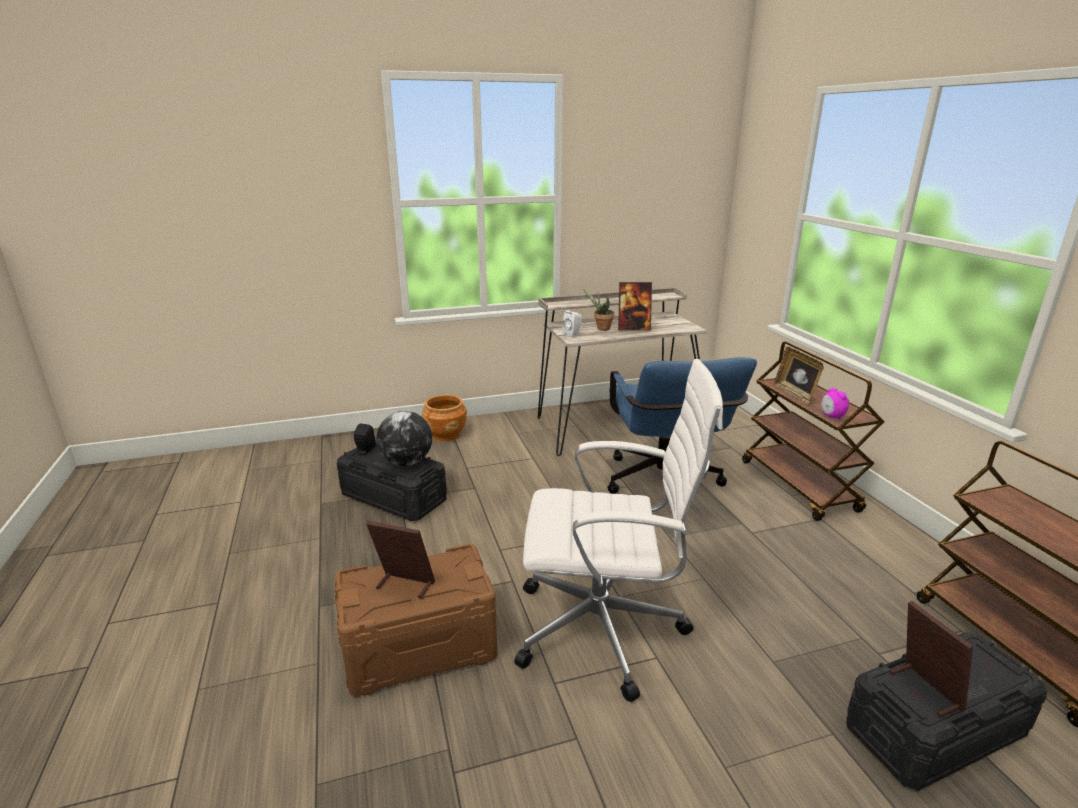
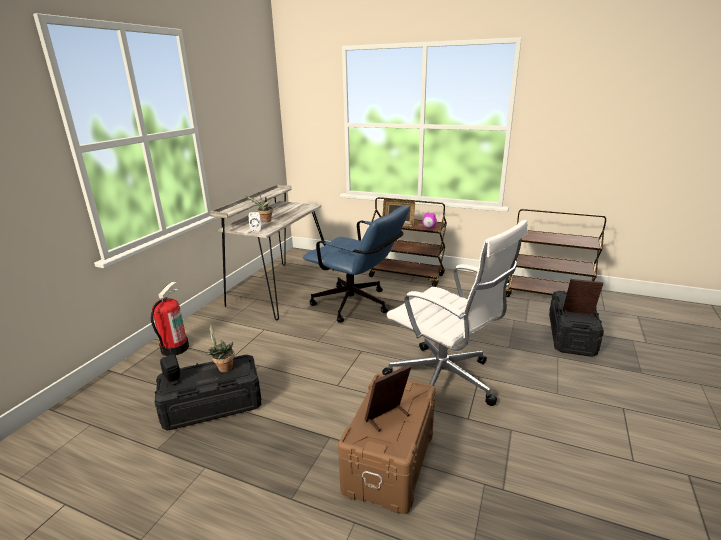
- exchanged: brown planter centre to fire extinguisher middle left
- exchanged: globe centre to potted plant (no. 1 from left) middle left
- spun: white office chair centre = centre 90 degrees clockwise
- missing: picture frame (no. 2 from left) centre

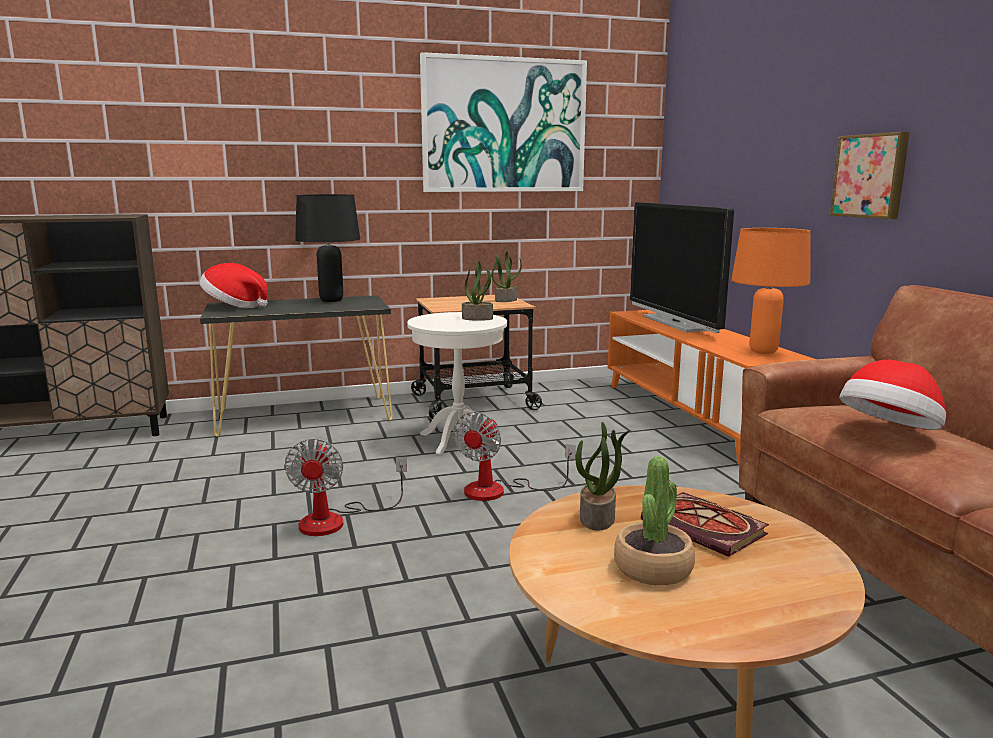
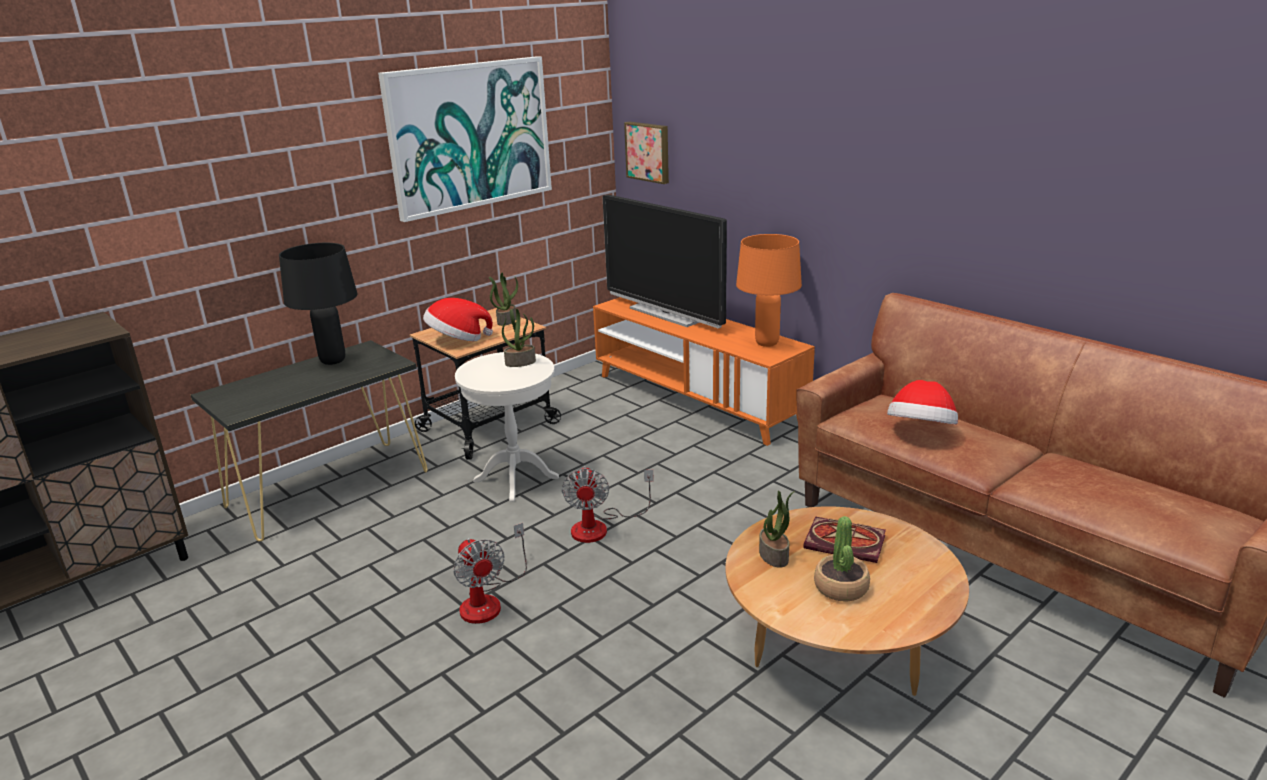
- relocated: hat (no. 1 from left) middle left to centre
- relocated: picture (no. 2 from left) top right to top centre

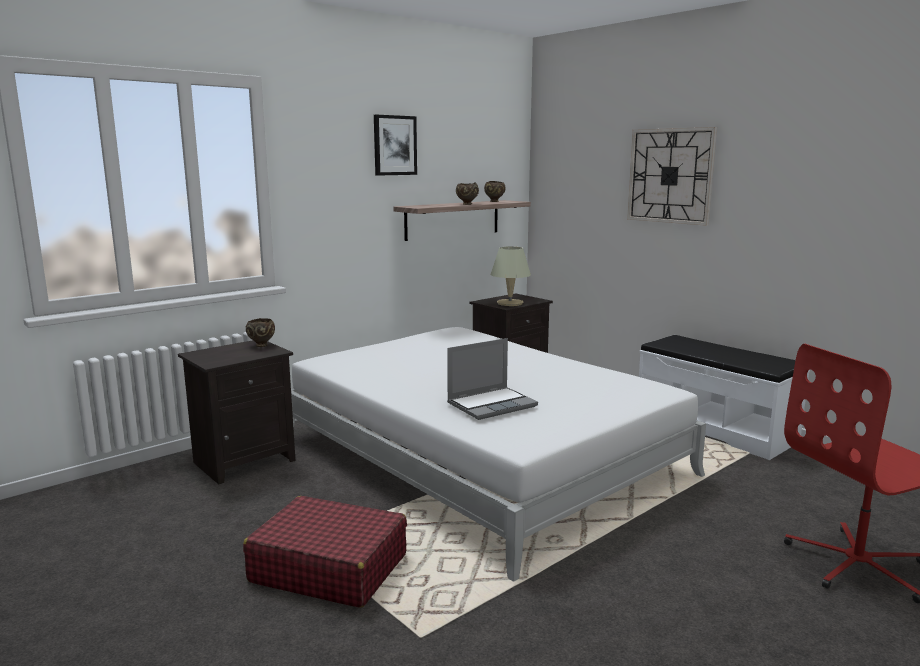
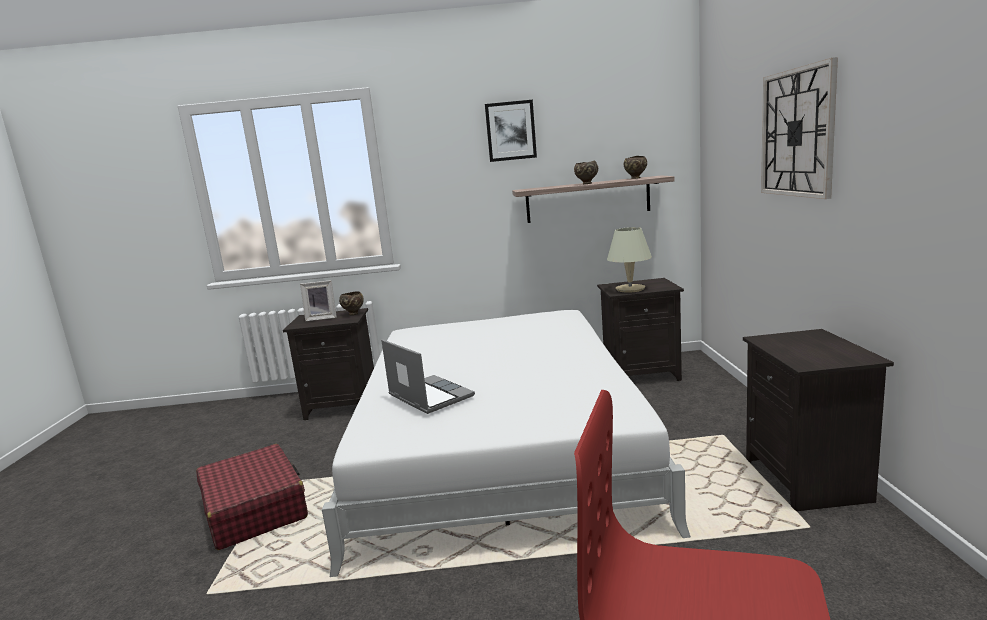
- appeared: picture frame middle left
- spun: laptop centre = centre 135 degrees counterclockwise
- exchanged: white bench middle right to black nightstand (no. 3 from left) bottom right

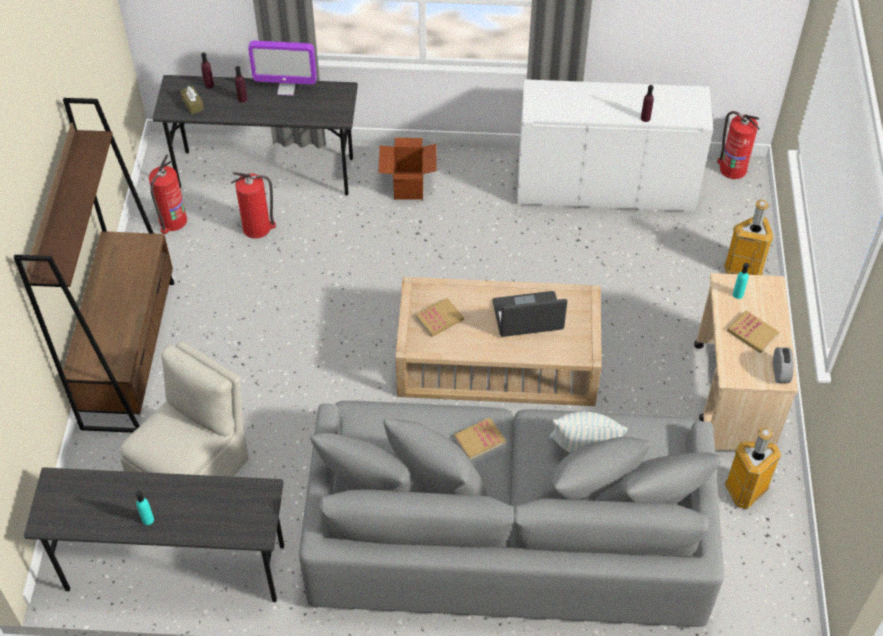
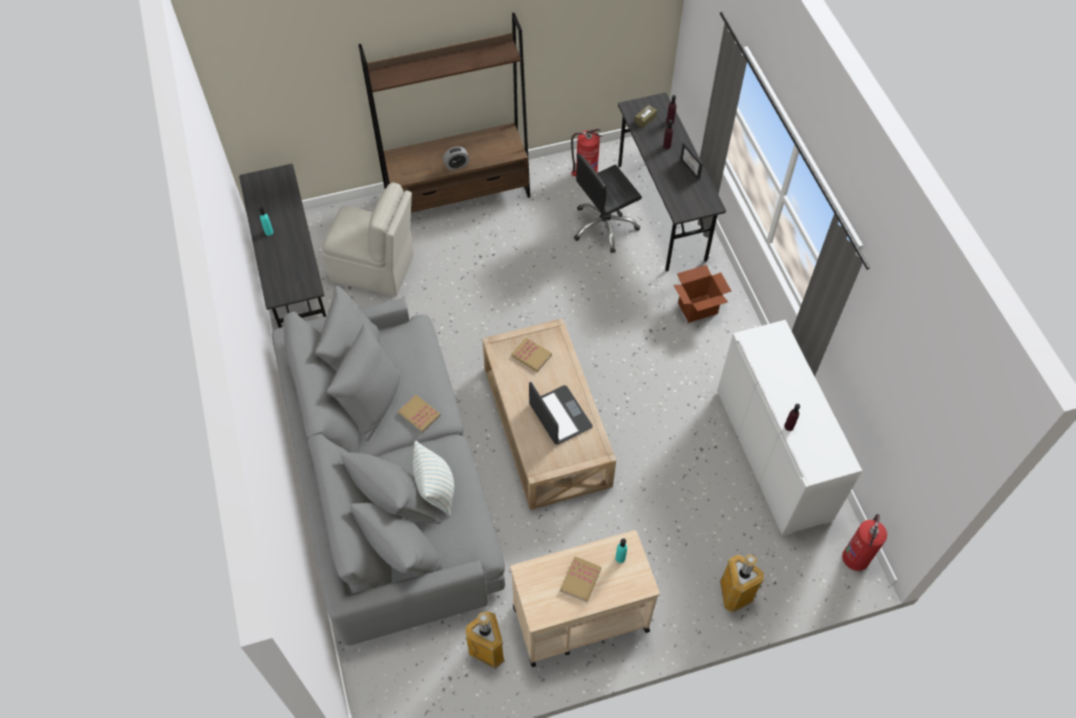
- relocated: alarm clock middle right to top centre
- exchanged: fire extinguisher (no. 2 from left) top left to black office chair top centre
- exchanged: monitor top left to picture frame top centre

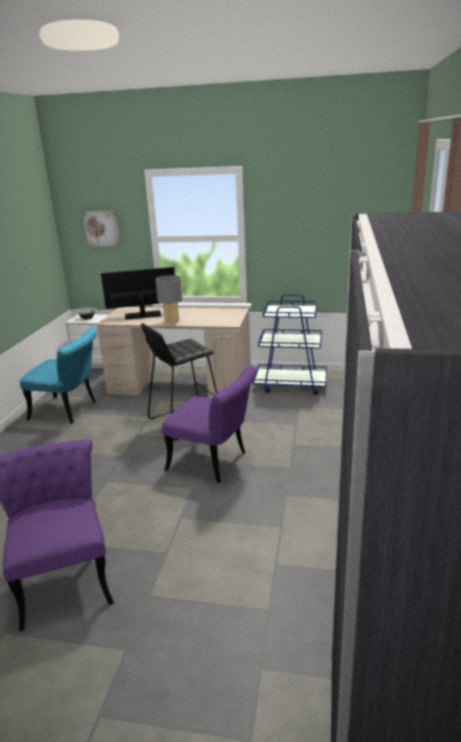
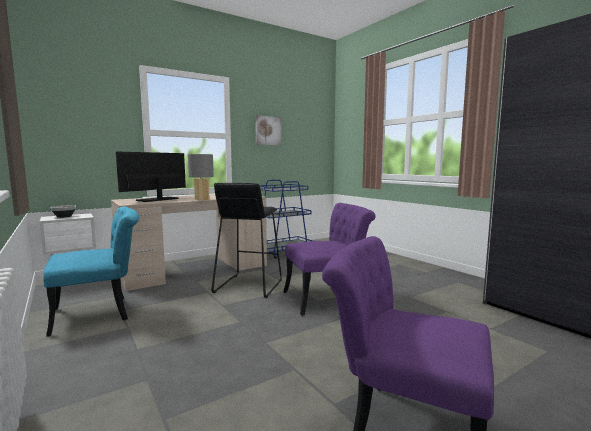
- relocated: picture top left to top centre

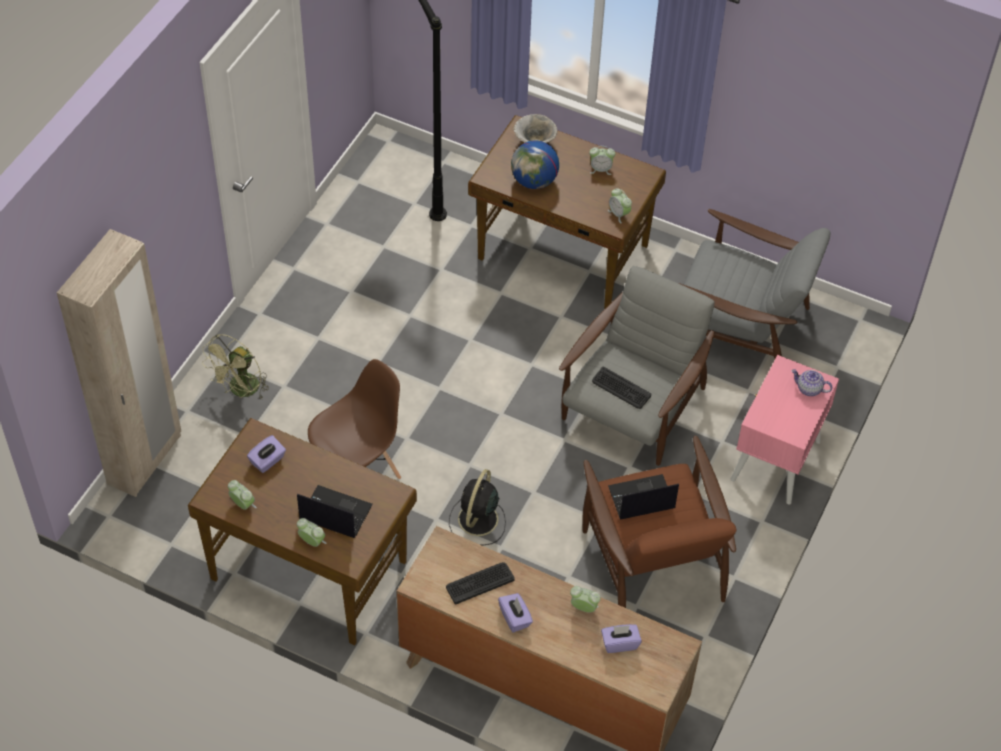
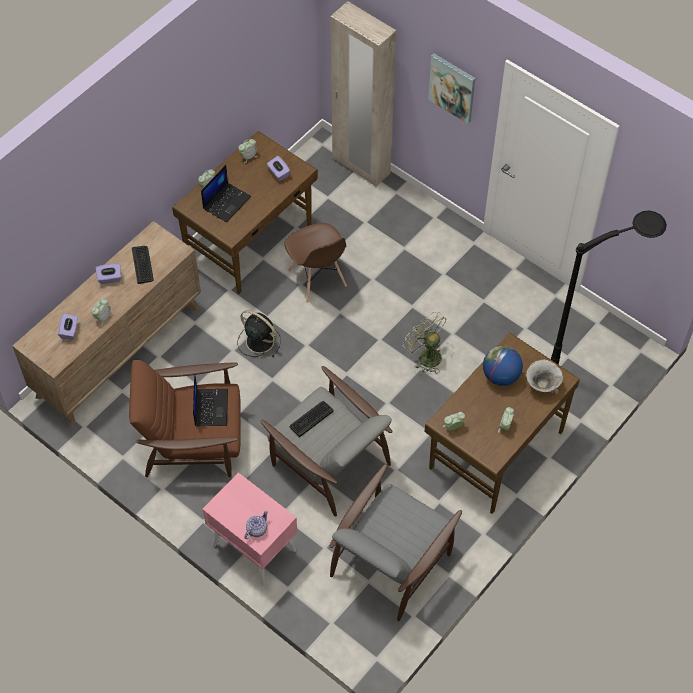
- relocated: green fan middle left to centre
- appeared: picture top centre

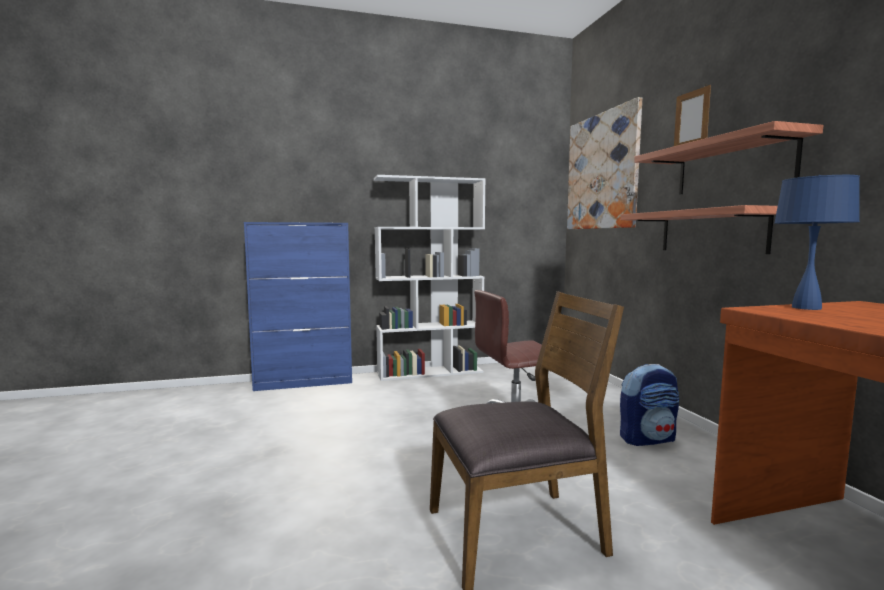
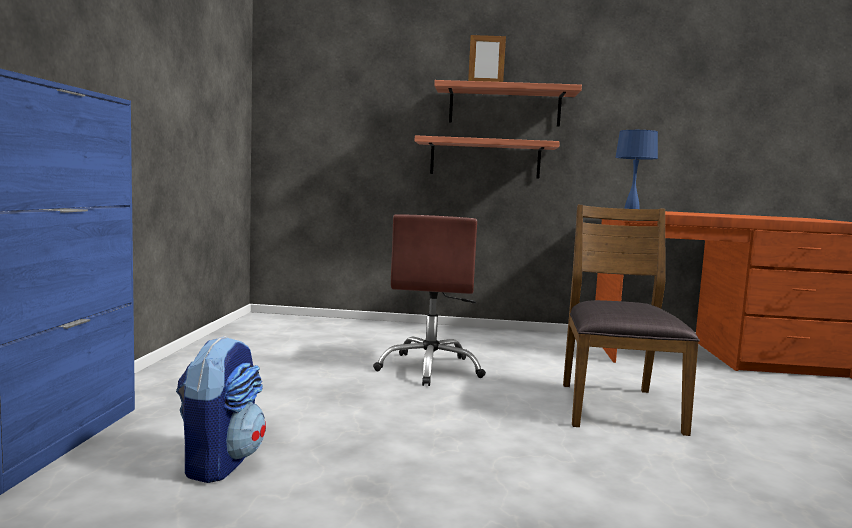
- relocated: backpack bottom right to bottom left
- missing: white bookcase centre
- missing: picture top right

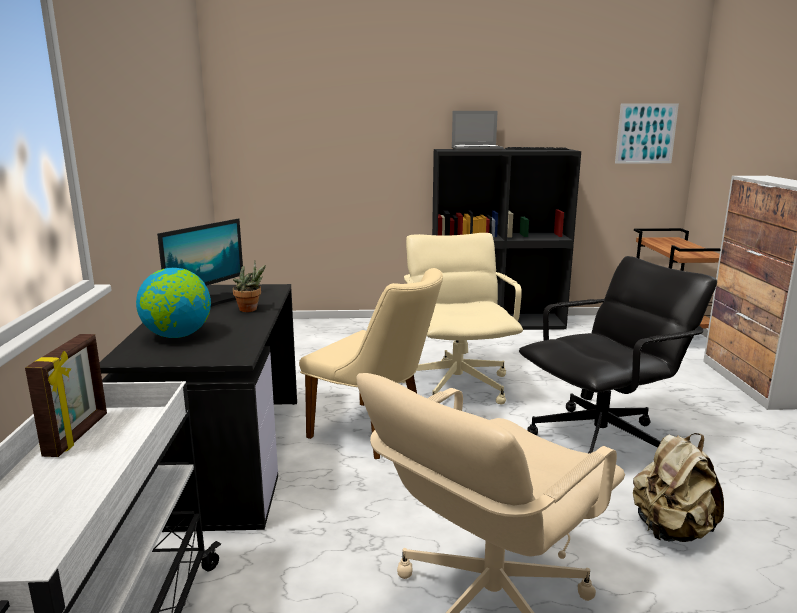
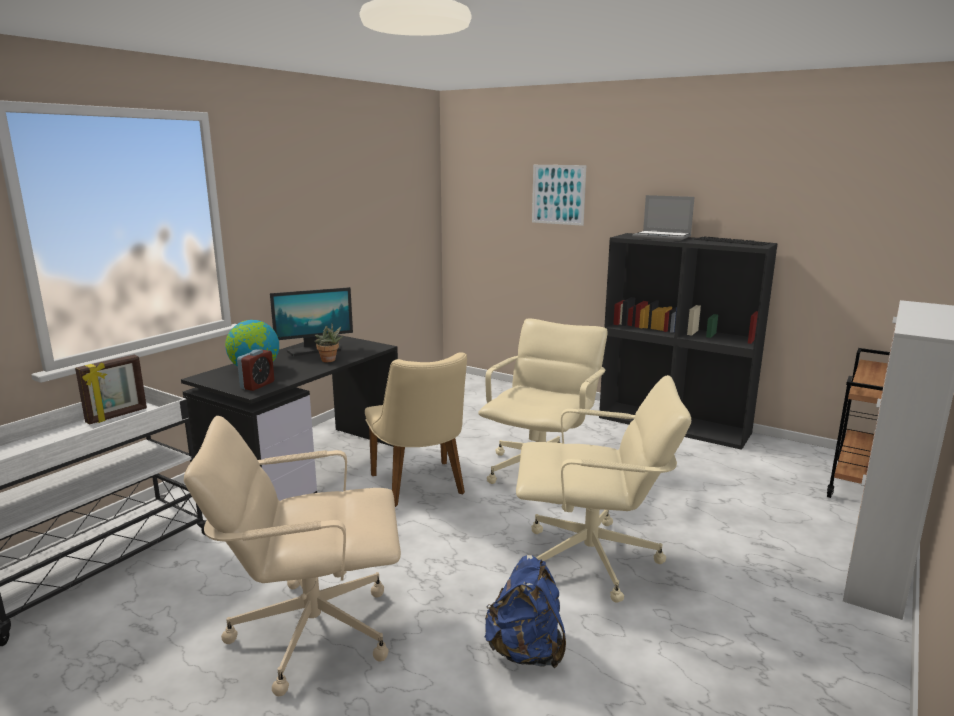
- appeared: alarm clock middle left
- colour: beige backpack bottom right to blue backpack bottom centre
- colour: black office chair middle right to beige office chair (no. 3 from left) bottom centre
- relocated: picture top right to top centre

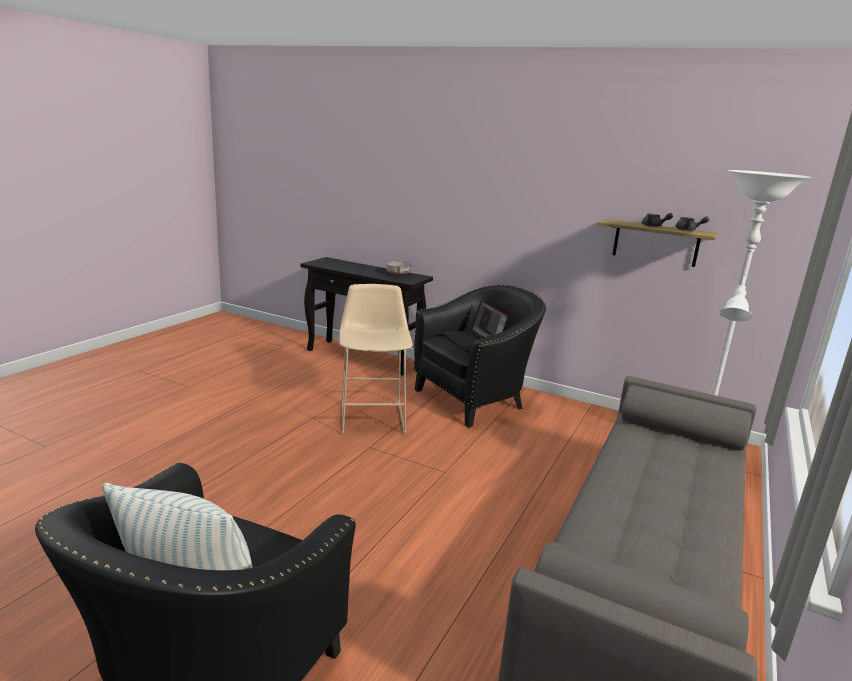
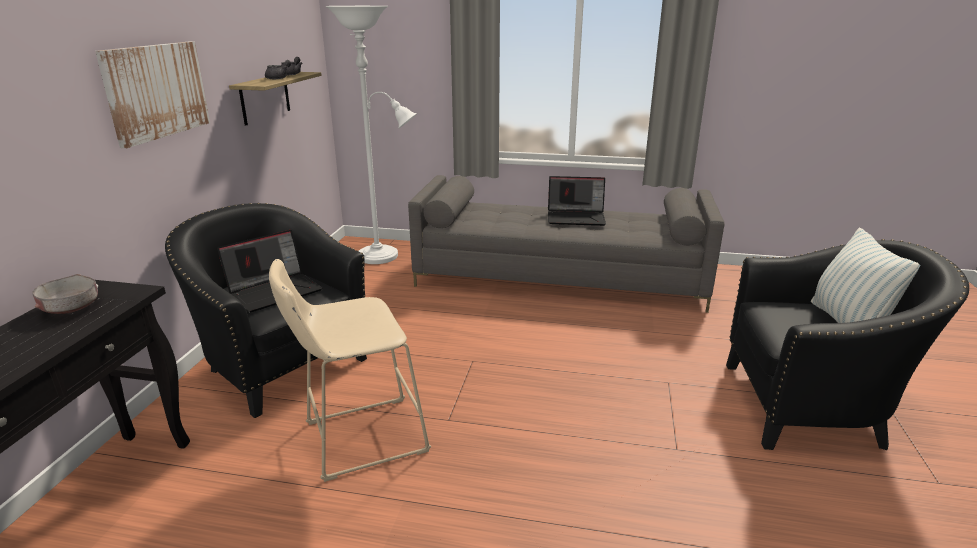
- appeared: picture top left
- appeared: laptop (no. 2 from left) centre

